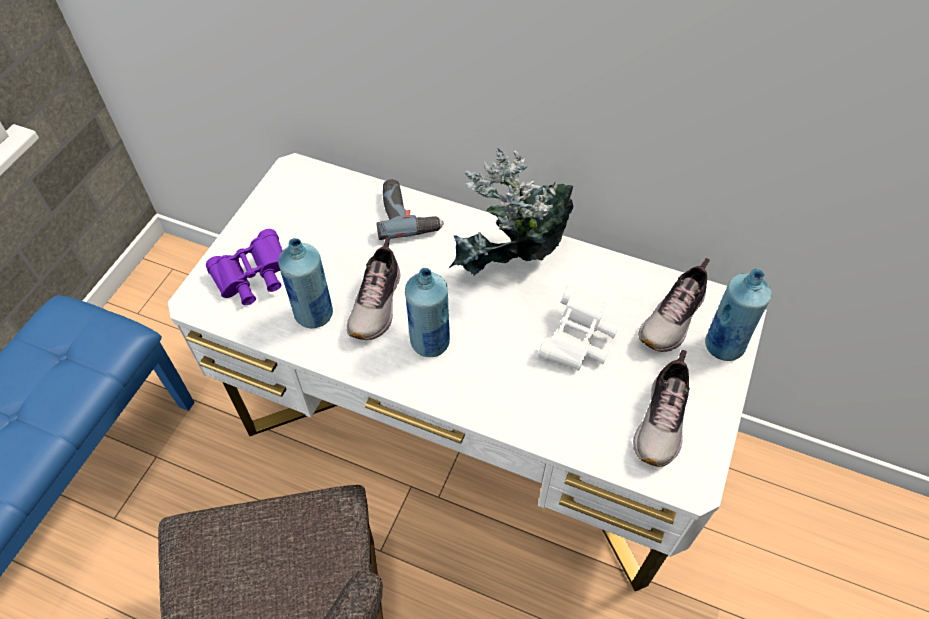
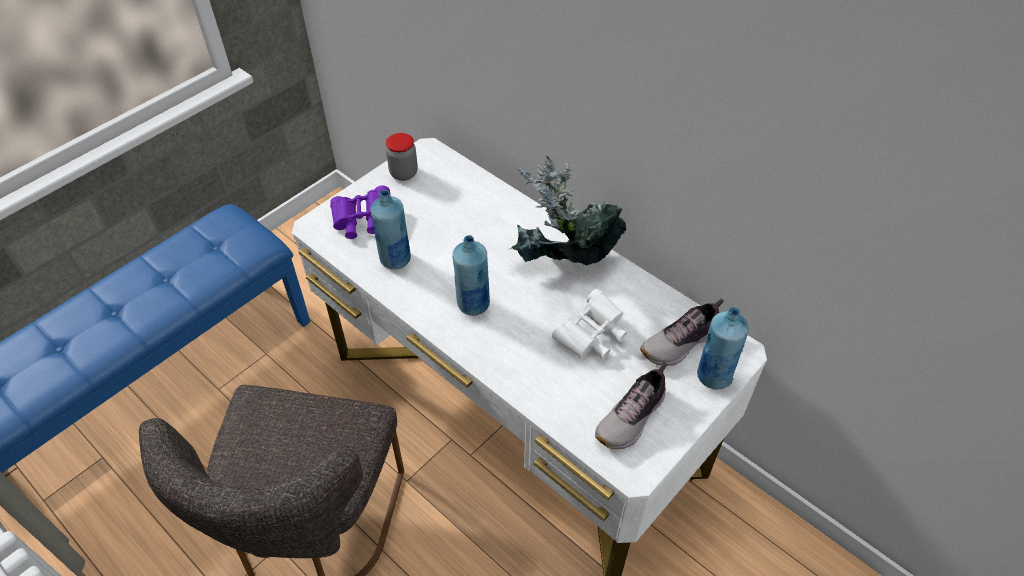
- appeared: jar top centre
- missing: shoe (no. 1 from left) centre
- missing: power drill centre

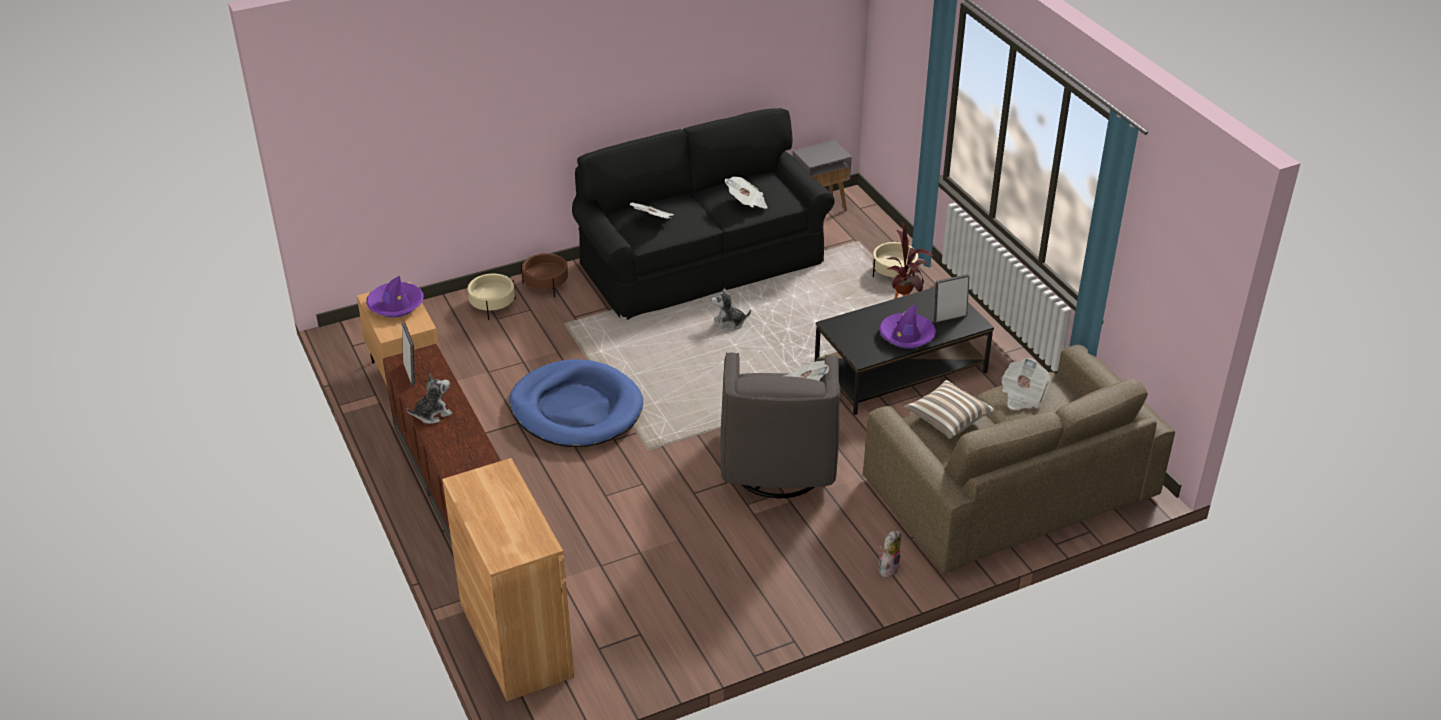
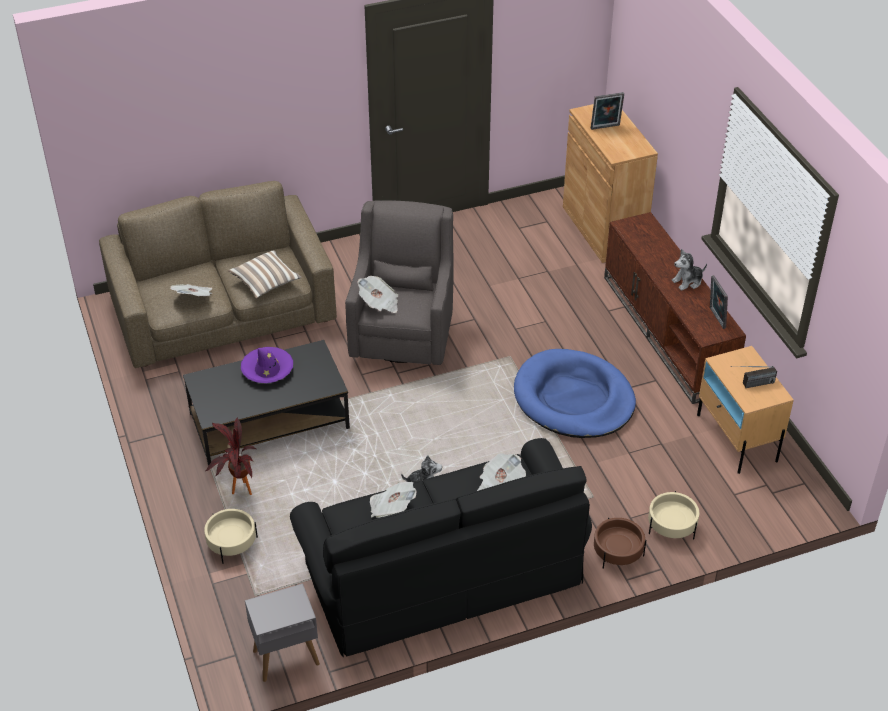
- relocated: picture frame (no. 2 from left in the first image) centre to picture frame (no. 1 from left) top right
- exchanged: purple hat (no. 1 from left) middle left to radio middle right
- missing: plush toy (no. 3 from left) bottom centre

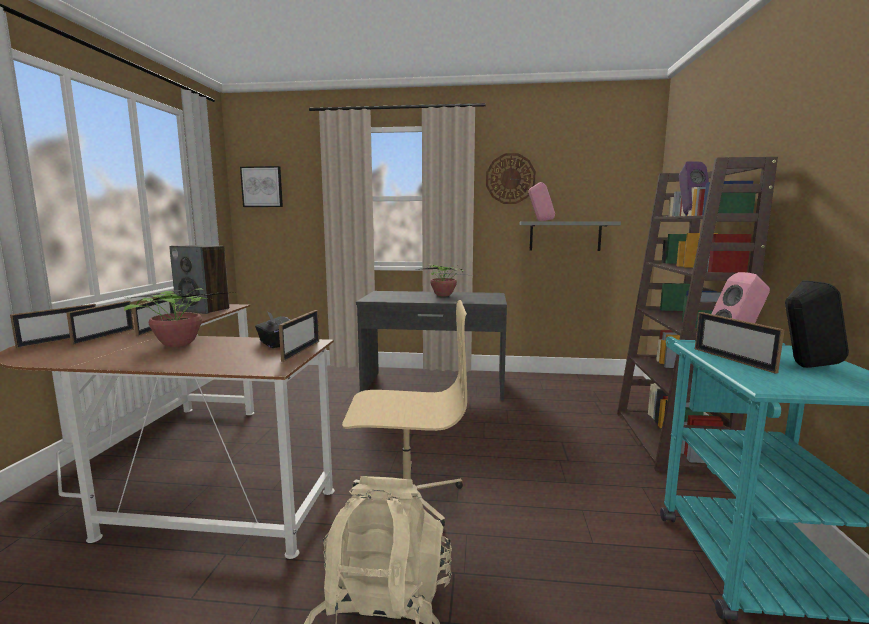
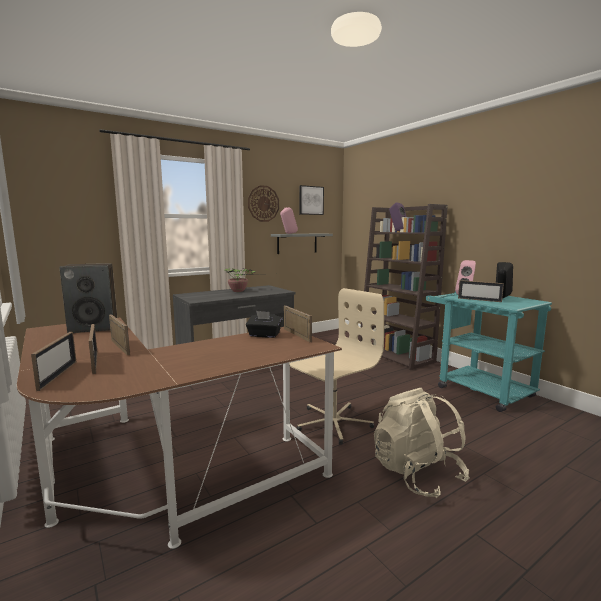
- relocated: picture top left to top centre
- missing: potted plant (no. 1 from left) middle left

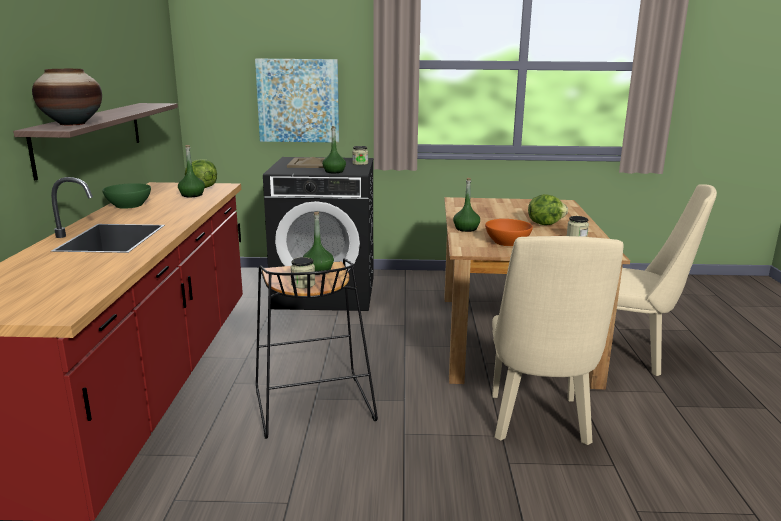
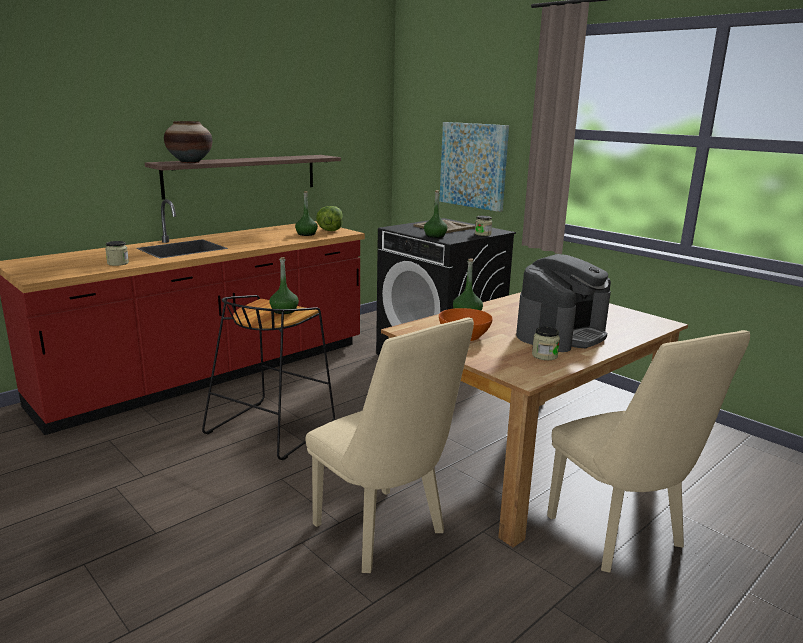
- relocated: jar (no. 1 from left) centre to middle left
- spun: beige chair (no. 1 from left) middle right = bottom centre 90 degrees counterclockwise
- exchanged: lettuce (no. 2 from left) middle right to coffee machine middle right
- missing: green bowl middle left

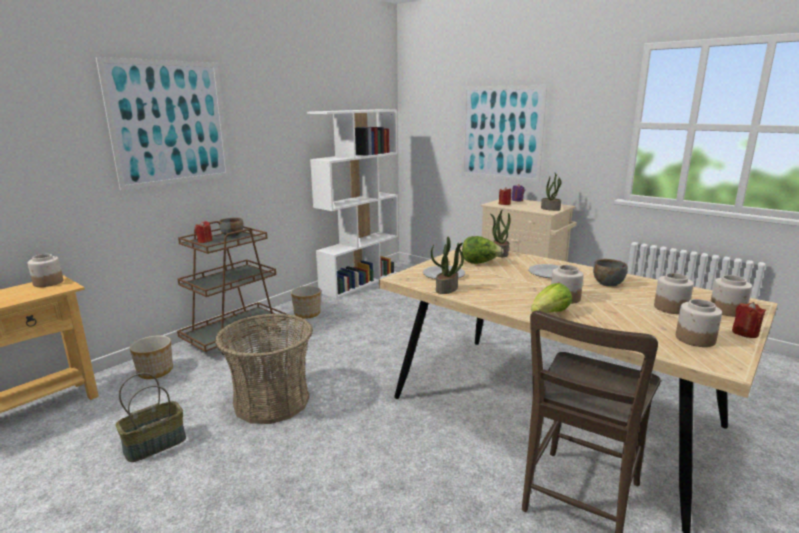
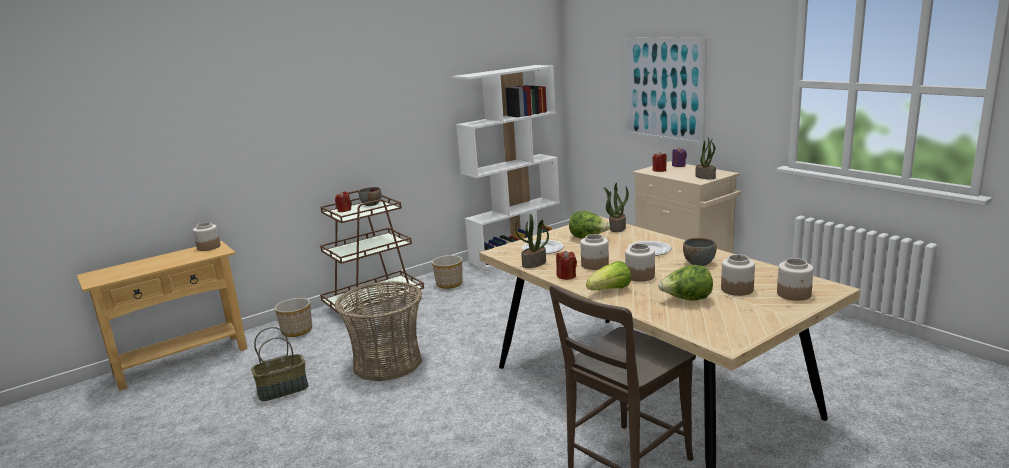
- relocated: red candle (no. 3 from left in the first image) middle right to red candle (no. 2 from left) centre
- relocated: jar (no. 4 from left in the first image) middle right to jar (no. 2 from left) centre
- appeared: lettuce (no. 3 from left) middle right
- missing: picture (no. 1 from left) top left

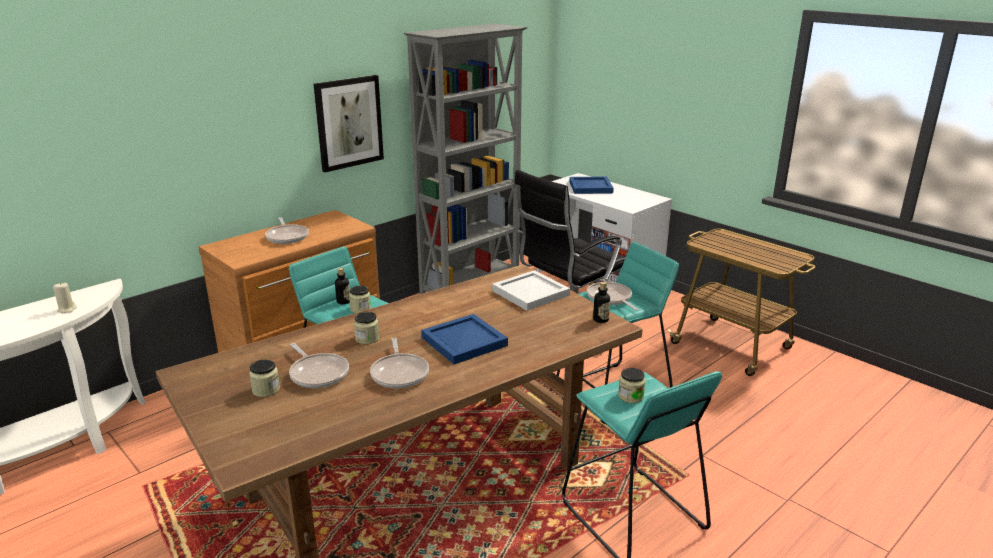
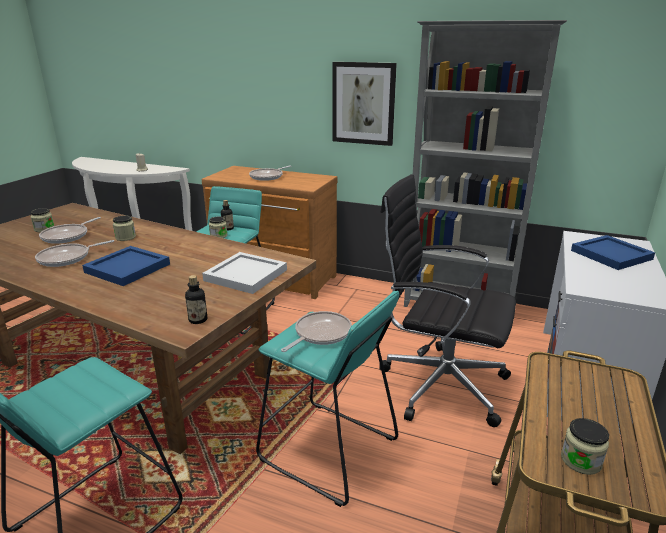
- relocated: jar (no. 4 from left) bottom centre to bottom right

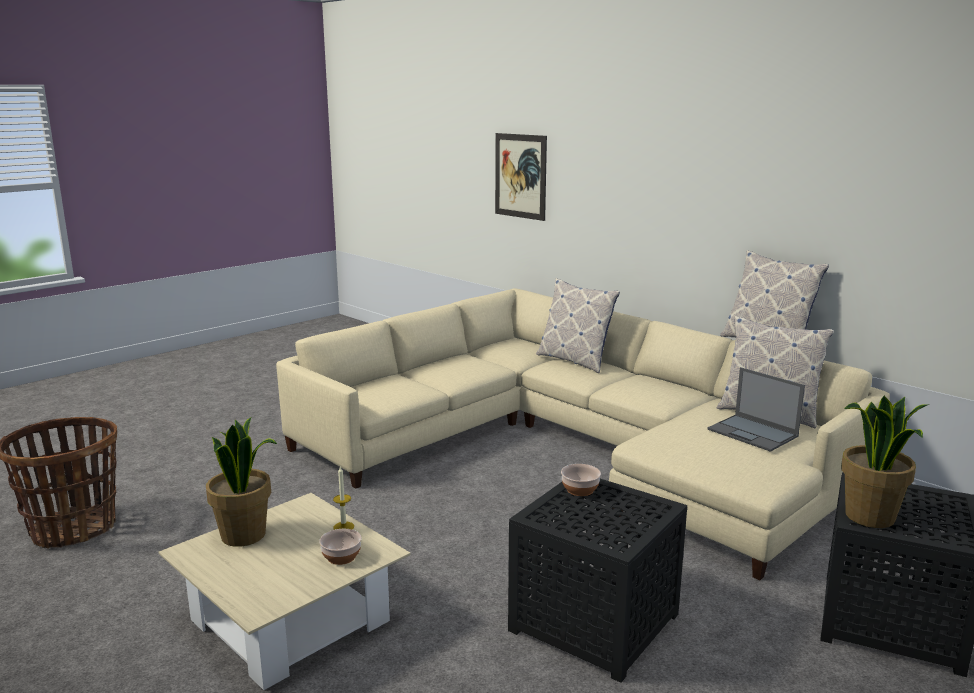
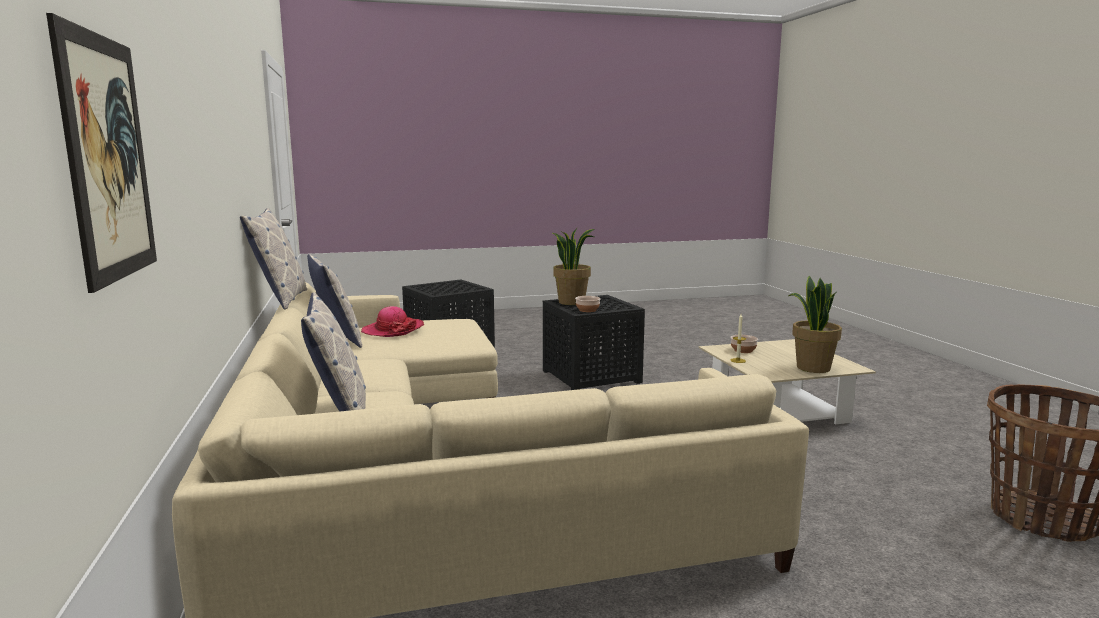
- exchanged: laptop middle right to hat centre
- relocated: potted plant (no. 2 from left in the first image) bottom right to potted plant (no. 1 from left) centre

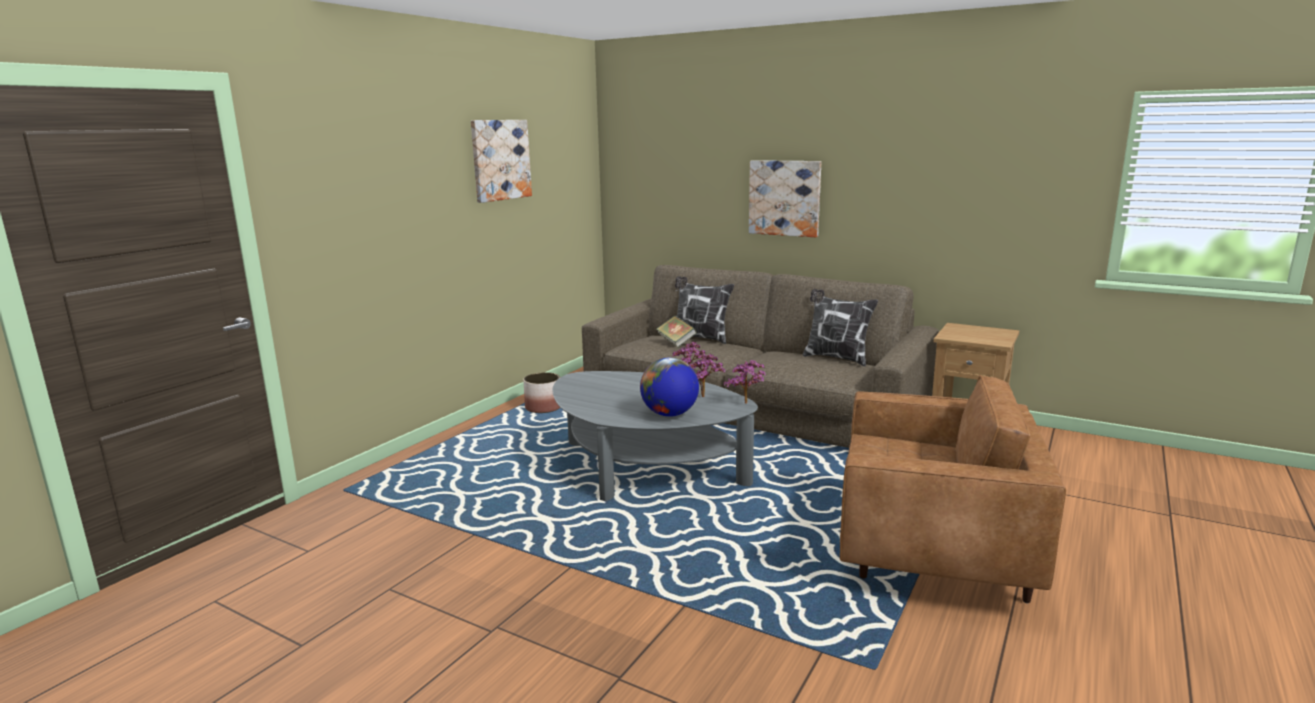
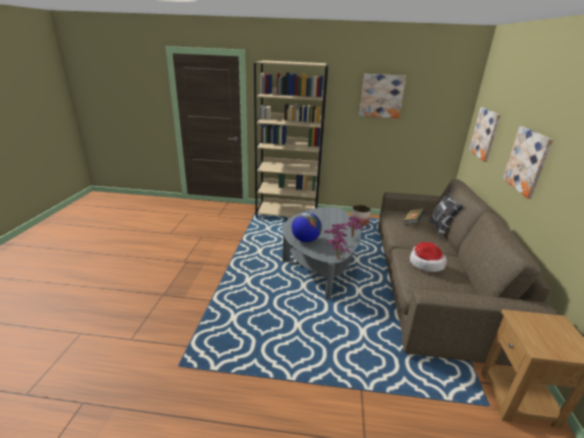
- appeared: beige bookcase top centre
- appeared: hat middle right
- appeared: picture (no. 2 from left) top right
- missing: pillow (no. 2 from left) centre
- missing: brown armchair bottom right

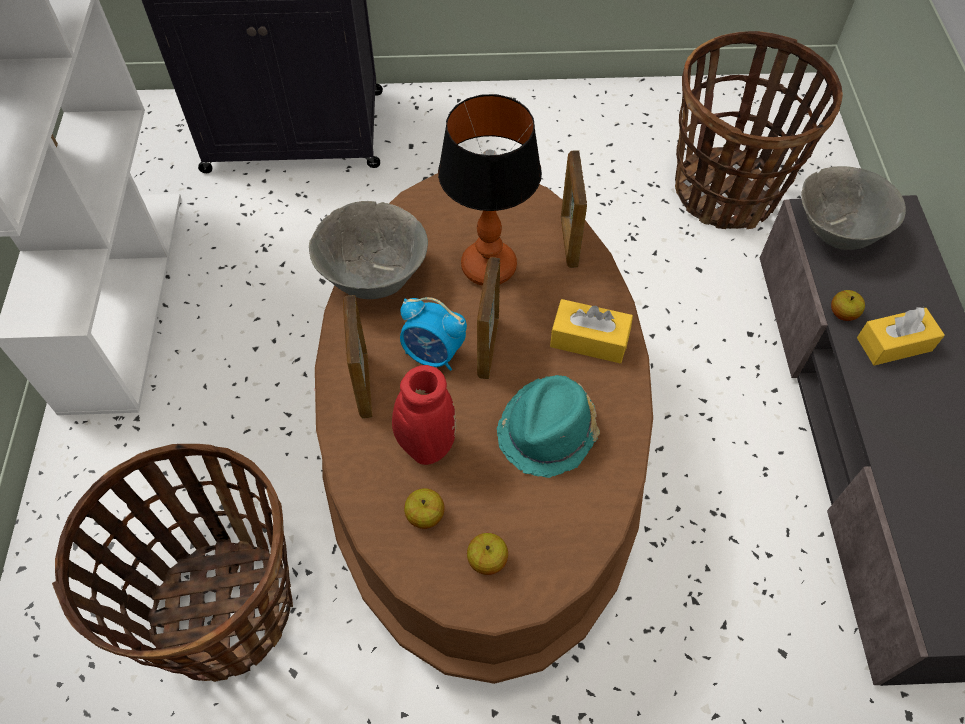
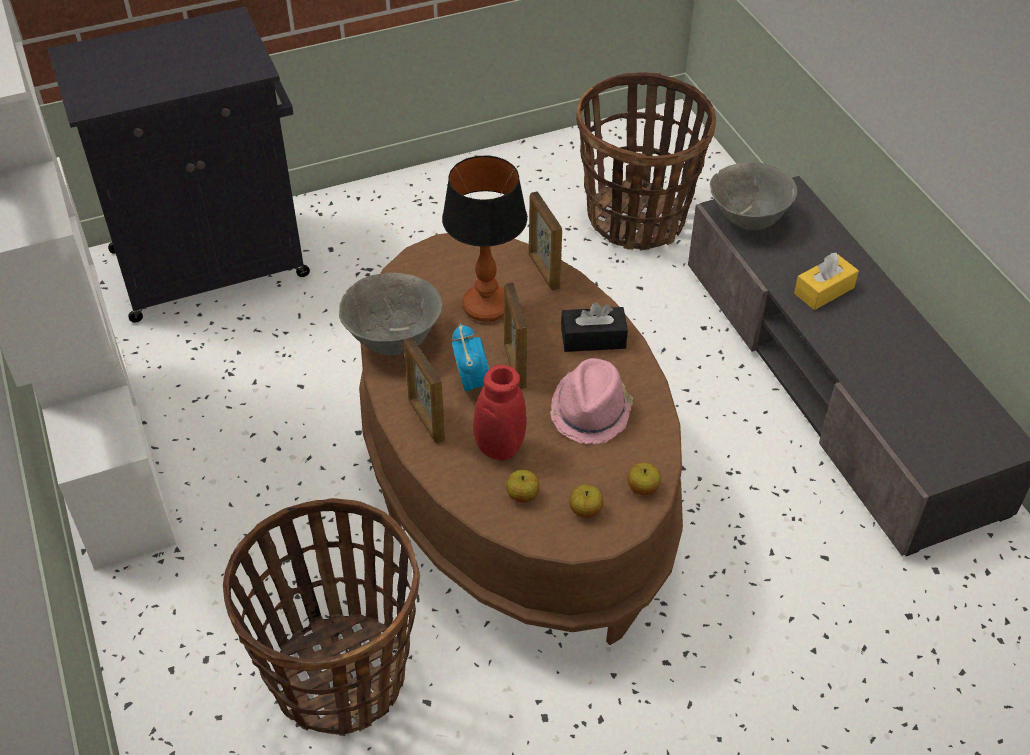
- spun: alarm clock centre = centre 105 degrees counterclockwise
- colour: turquoise hat centre to pink hat centre
- colour: yellow tissue box (no. 1 from left) centre to black tissue box centre
- relocated: apple (no. 3 from left) middle right to centre

